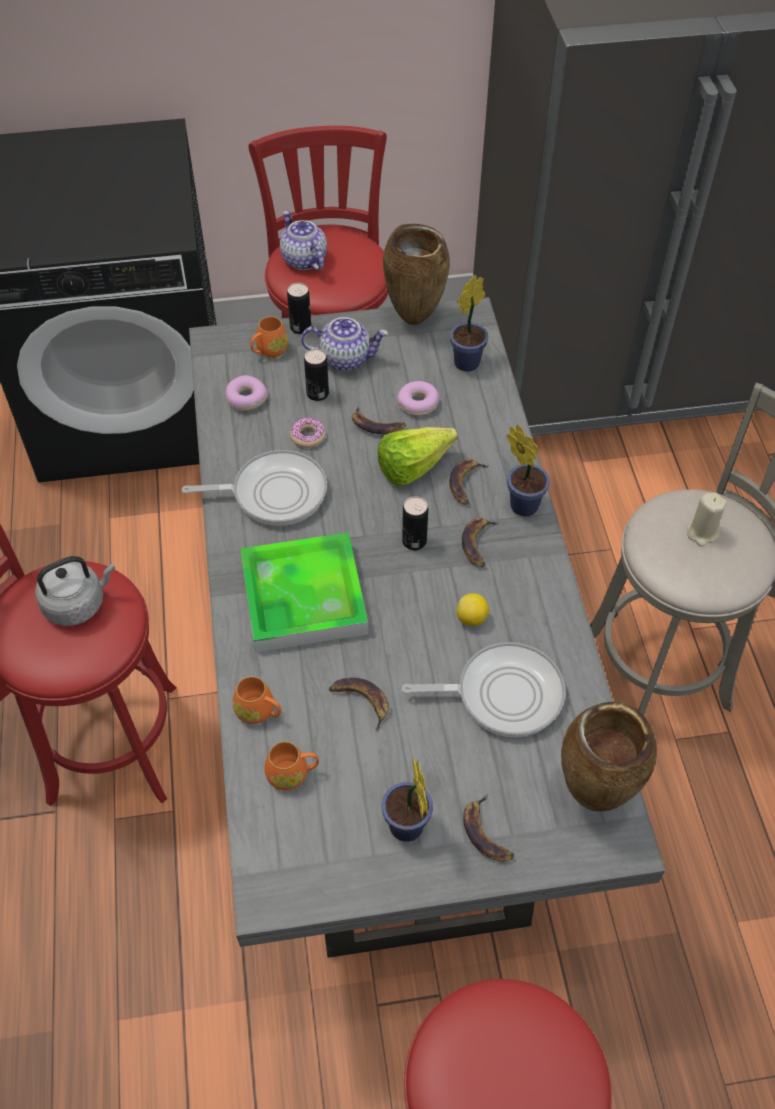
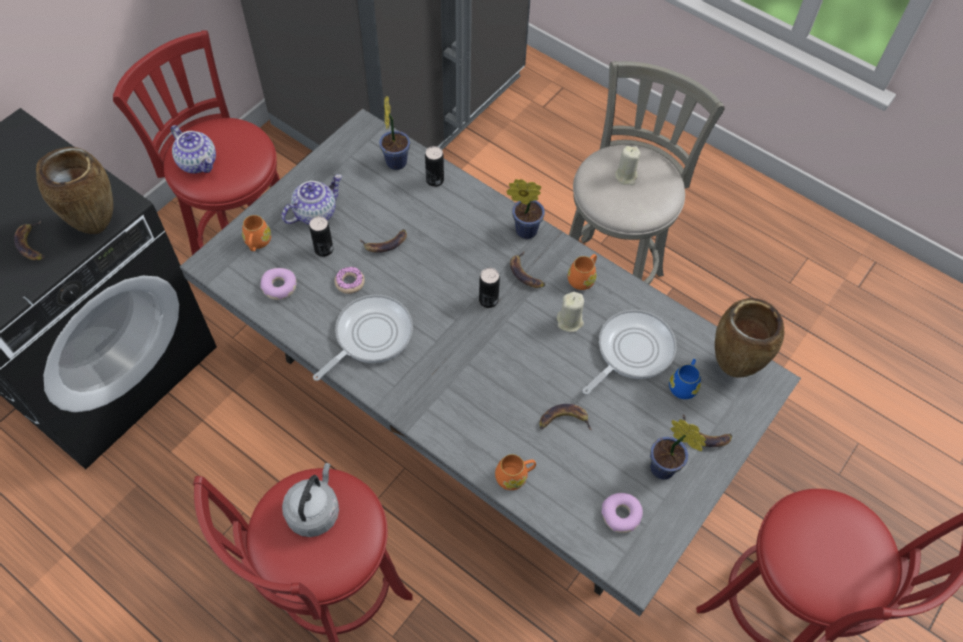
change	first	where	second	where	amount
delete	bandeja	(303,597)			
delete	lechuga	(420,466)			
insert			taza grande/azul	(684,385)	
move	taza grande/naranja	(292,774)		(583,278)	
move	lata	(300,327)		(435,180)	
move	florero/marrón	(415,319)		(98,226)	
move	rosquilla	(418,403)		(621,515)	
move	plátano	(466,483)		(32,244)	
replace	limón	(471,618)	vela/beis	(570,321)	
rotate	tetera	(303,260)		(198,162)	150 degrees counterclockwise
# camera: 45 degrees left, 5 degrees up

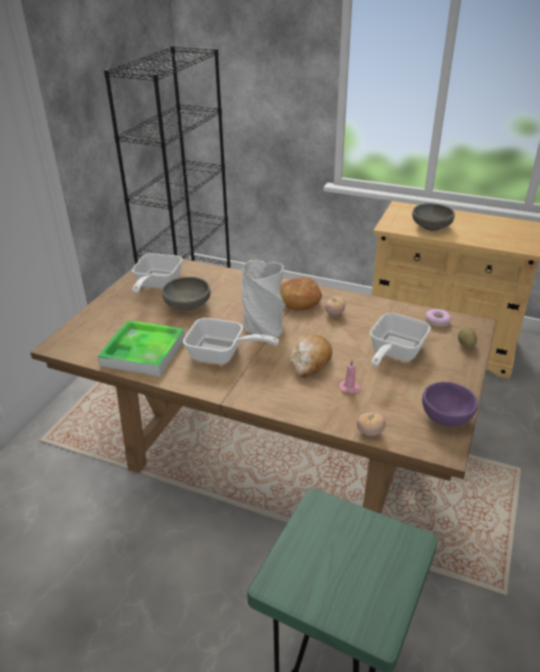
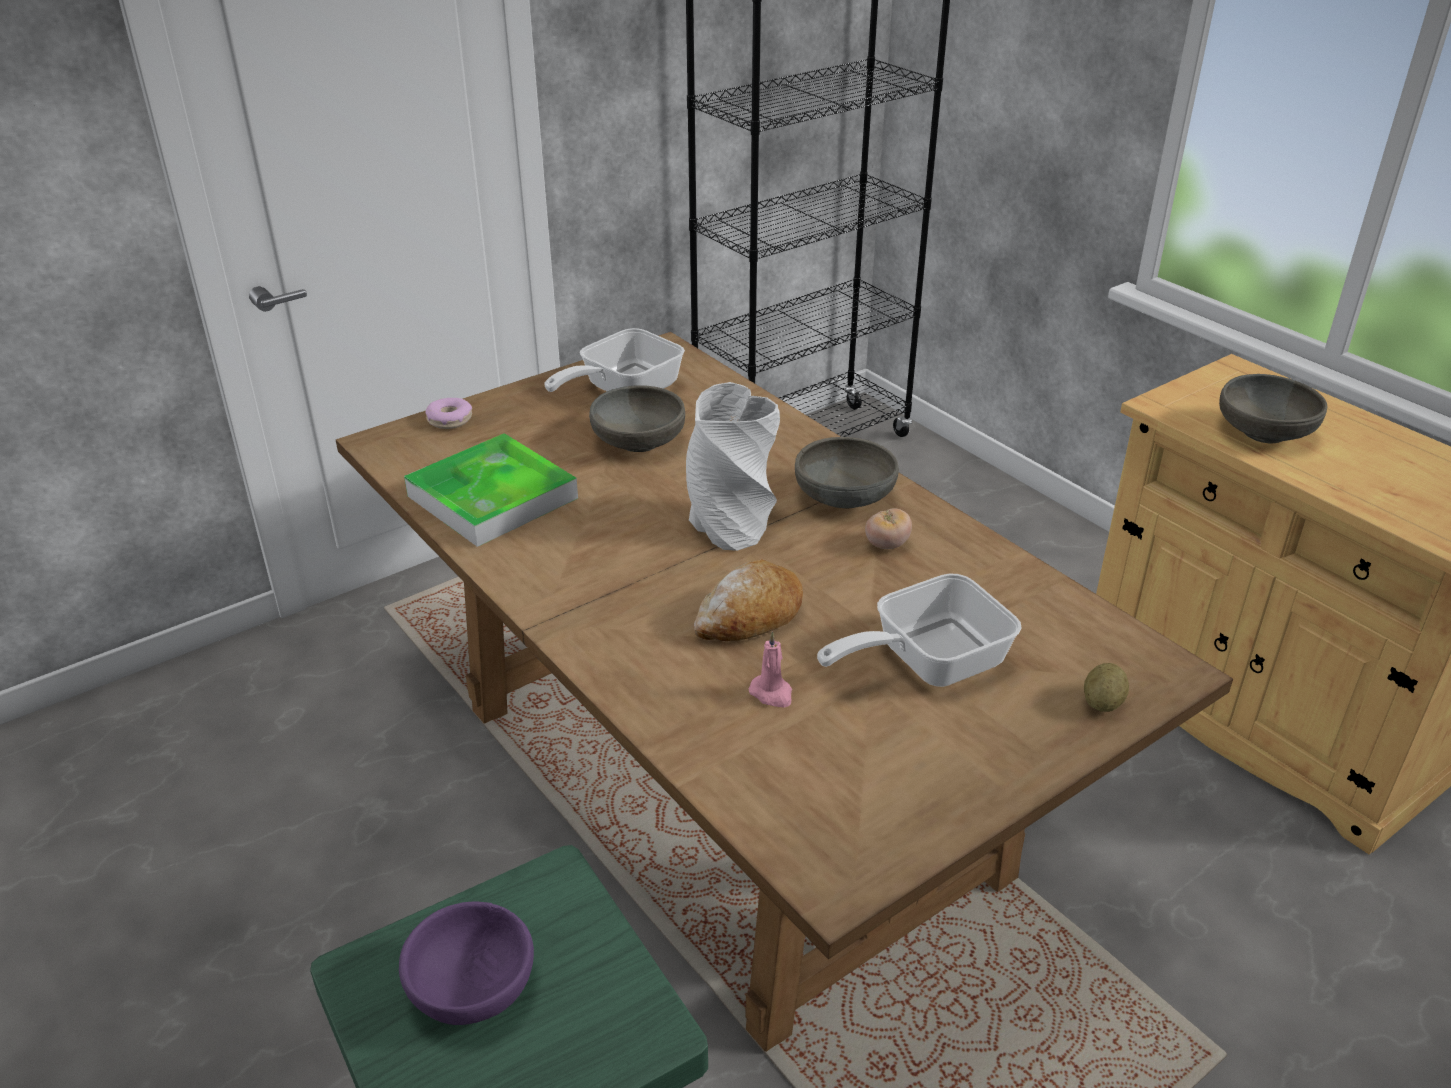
change	first	where	second	where	amount
delete	sartén	(222,355)			
delete	tomate	(369,432)			
move	cuenco/morado	(445,417)		(470,989)	
move	rosquilla	(437,321)		(450,420)	
replace	pan	(299,300)	cuenco/gris	(844,497)	
# camera: 30 degrees right, 0 degrees up

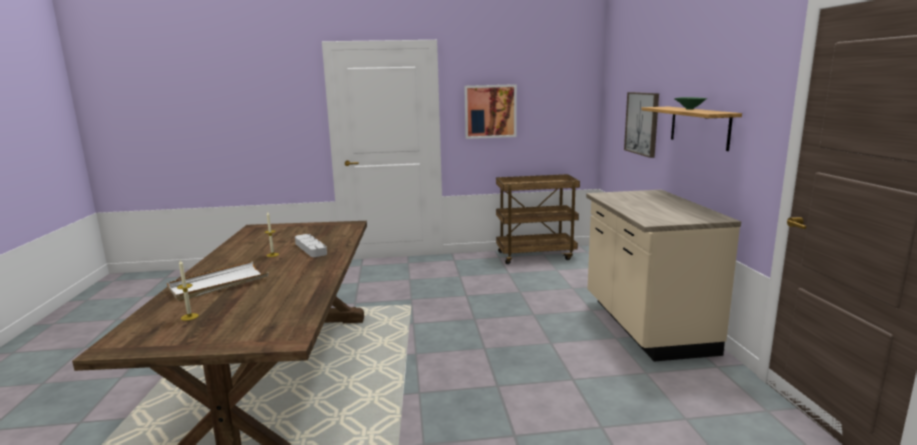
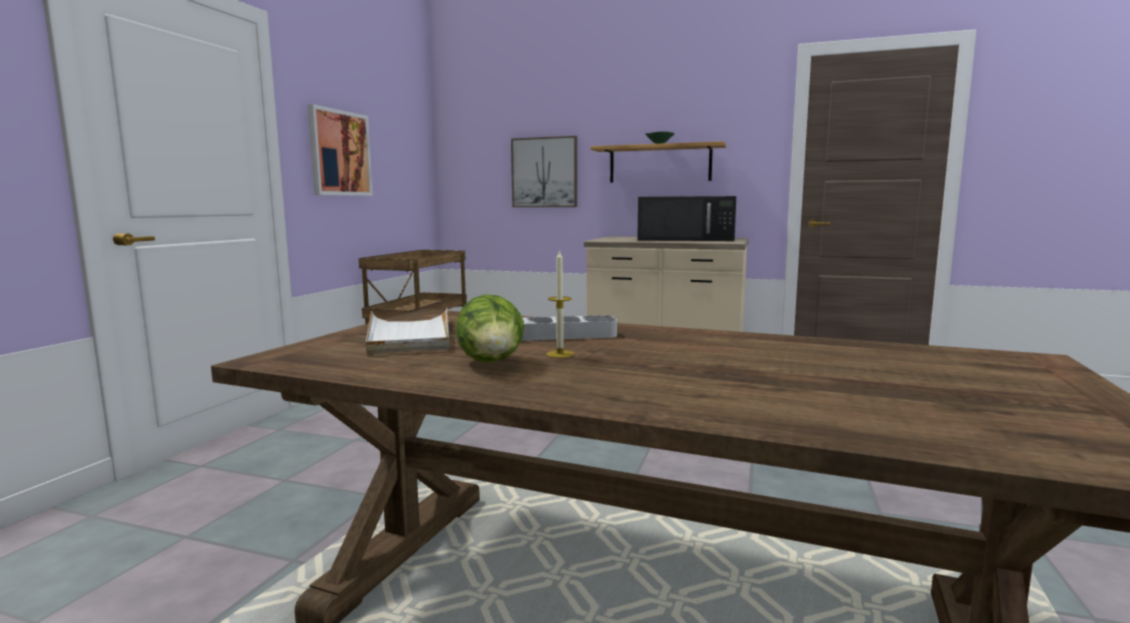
change	first	where	second	where	amount
delete	vela	(189,317)			
insert			lechuga	(492,364)	
insert			microondas/negro	(687,239)	
move	bandeja/blanco	(218,284)		(409,336)	
# camera: 65 degrees left, 5 degrees down

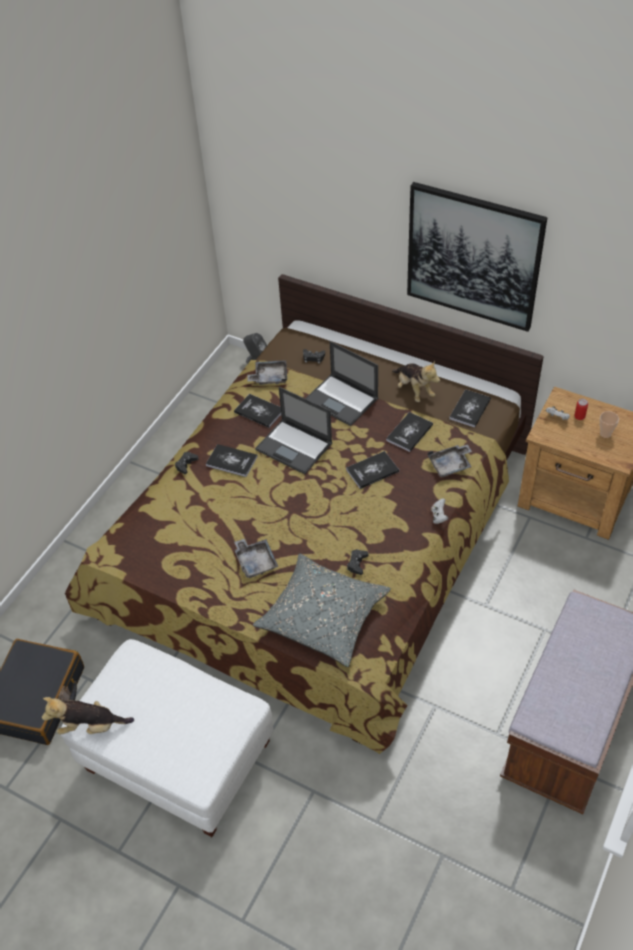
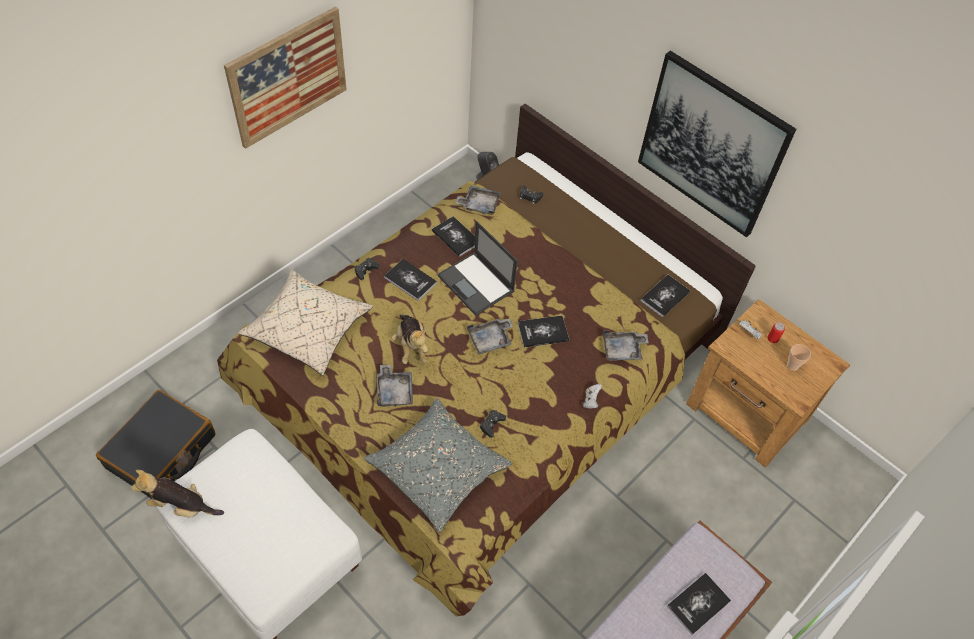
change	first	where	second	where	amount
delete	portátil	(342,400)			
insert			cuadro	(288,77)	
insert			cojín/beis	(308,329)	
insert			bandeja/gris	(490,340)	
move	libro	(409,432)		(698,604)	
move	peluche	(414,390)		(411,346)	
# camera: 10 degrees right, 5 degrees up

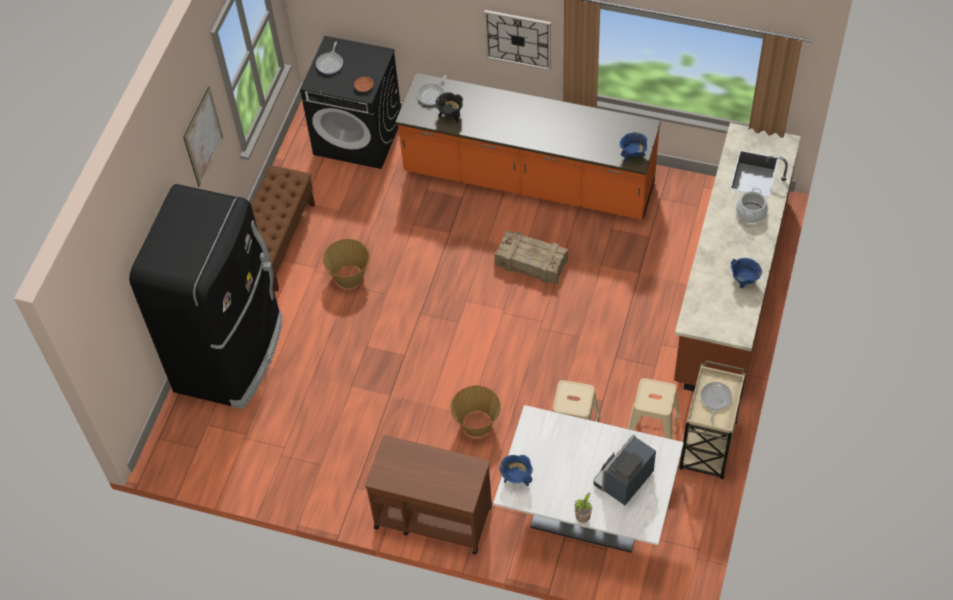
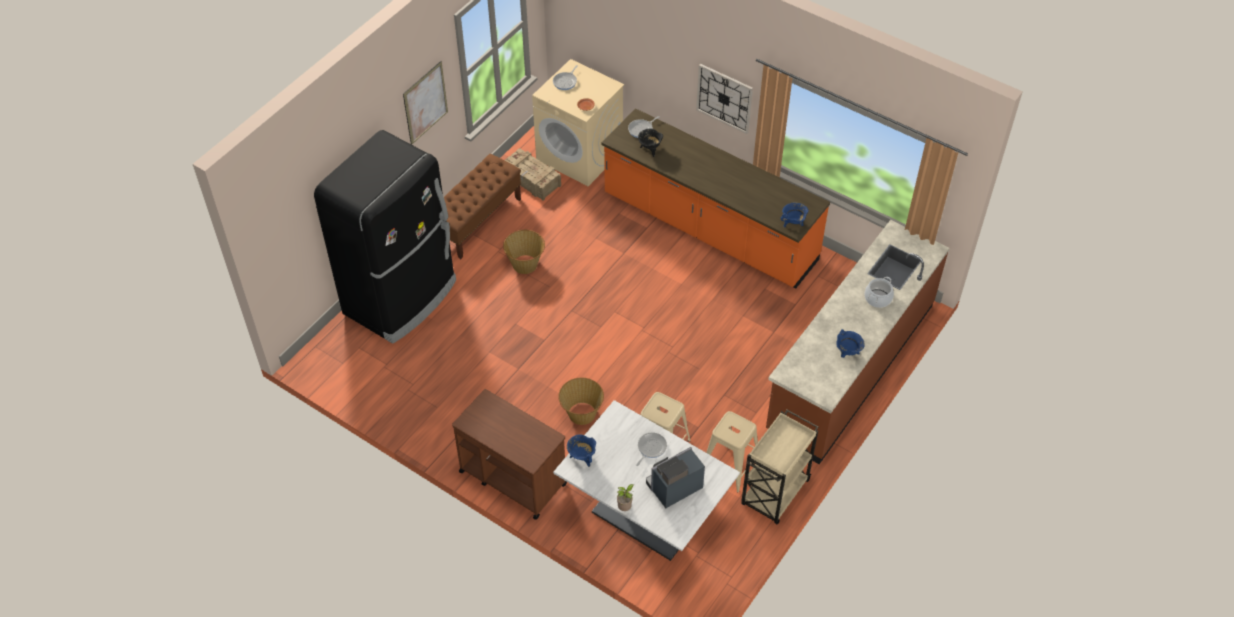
change	first	where	second	where	amount
move	caja de embalaje	(531,263)		(531,180)	
move	sartén	(715,399)		(650,448)	
recolor	lavadora/negro	(358,136)	lavadora/beis	(580,155)	
# camera: 15 degrees right, 5 degrees down

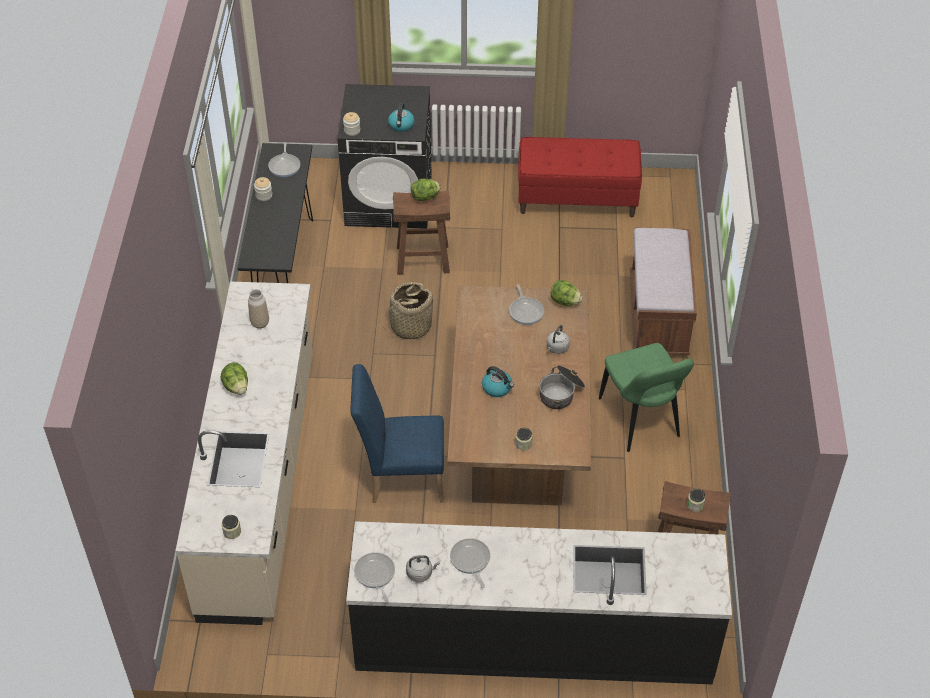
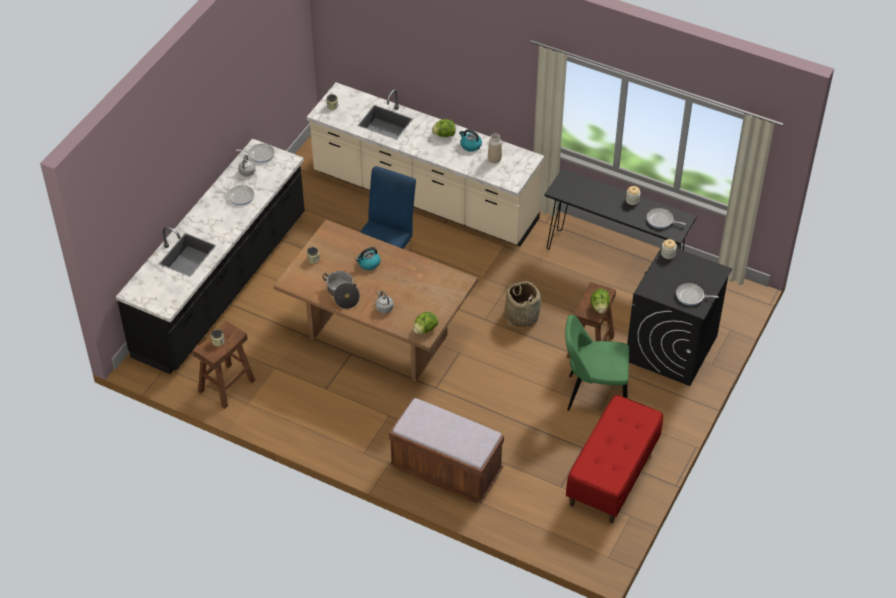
change	first	where	second	where	amount
move	hervidor	(401,125)		(470,145)	
move	sartén	(526,311)		(691,296)	
move	silla/verde	(641,421)		(593,395)	
# camera: 115 degrees right, 0 degrees up

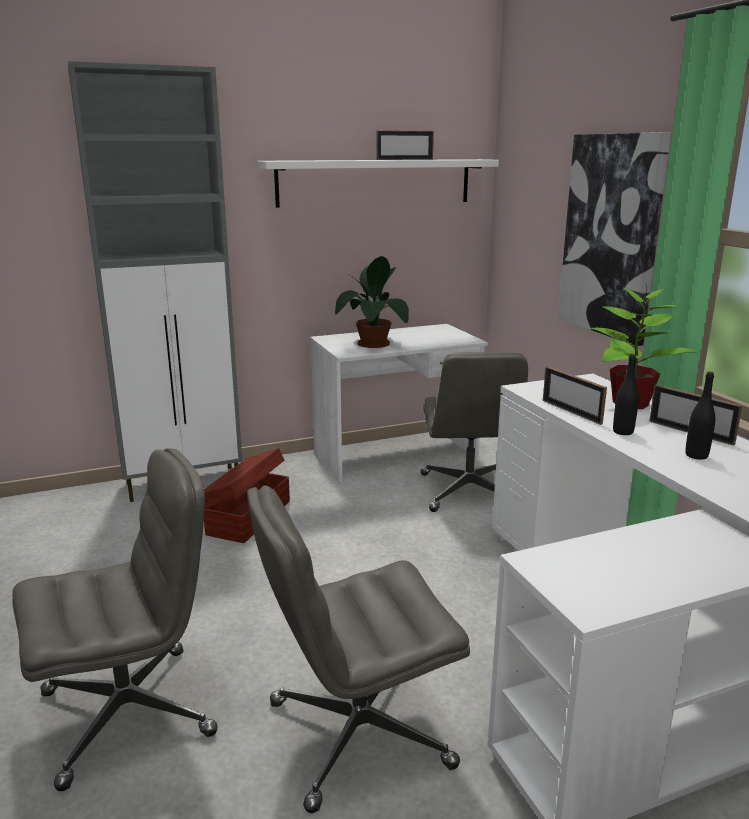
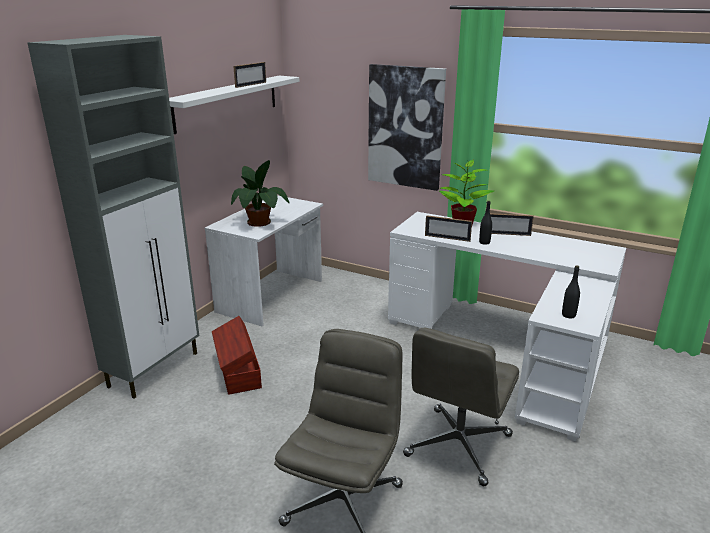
change	first	where	second	where	amount
delete	silla de oficina/gris	(469,492)			
move	botella/negro	(696,455)		(568,315)	
# camera: 40 degrees left, 5 degrees up

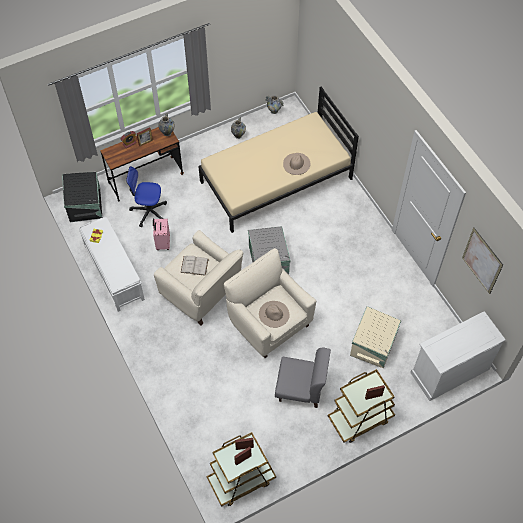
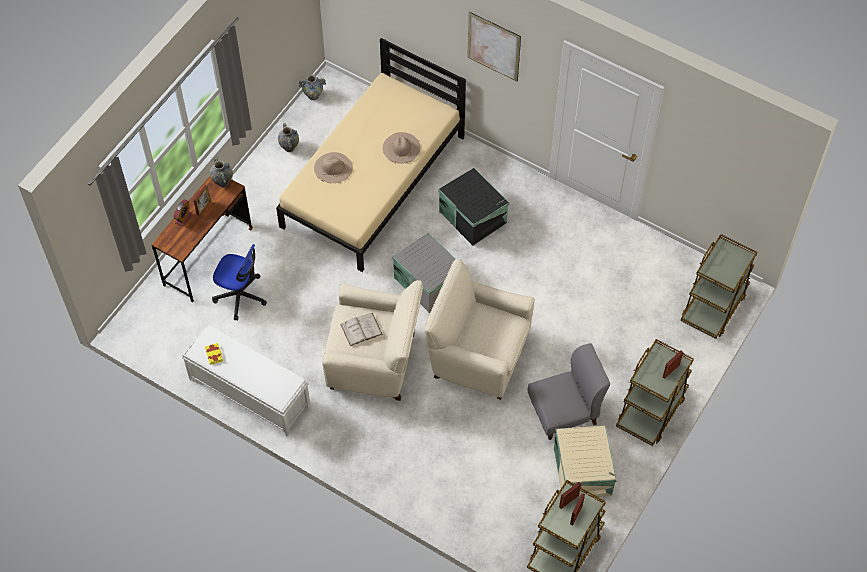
change	first	where	second	where	amount
delete	maleta/rosa	(162,243)			
move	caja de almacenaje/negro	(85,204)		(473,216)	
move	sombrero/beis	(274,314)		(333,167)	
move	caja de almacenaje/beis	(374,344)		(583,471)	
move	cuadro	(482,261)		(493,46)	
replace	cómoda/blanco	(449,370)	carrito/marrón	(713,307)	
rotate	silla de oficina	(149,211)		(240,295)	135 degrees counterclockwise
# camera: 30 degrees left, 0 degrees up

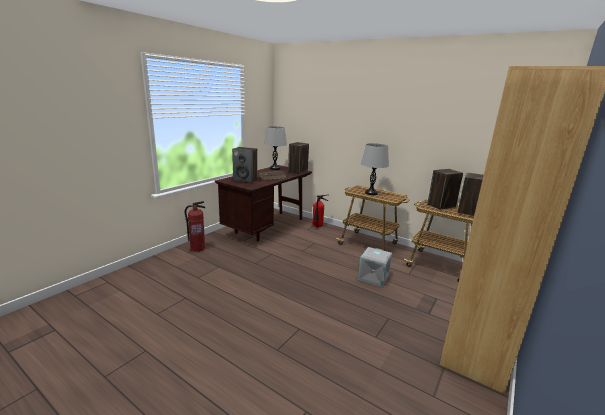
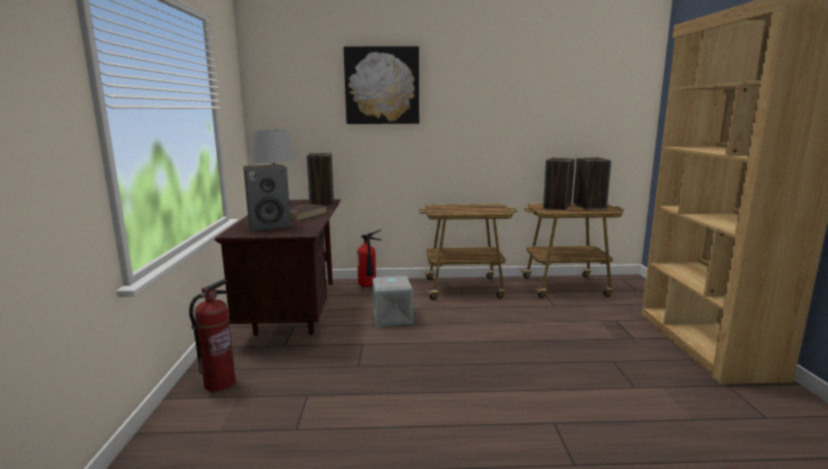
change	first	where	second	where	amount
delete	lámpara de mesa/gris	(371,193)			
insert			cuadro	(382,86)	
move	caja de almacenaje/gris	(374,277)		(393,317)	
# camera: 35 degrees left, 5 degrees down

